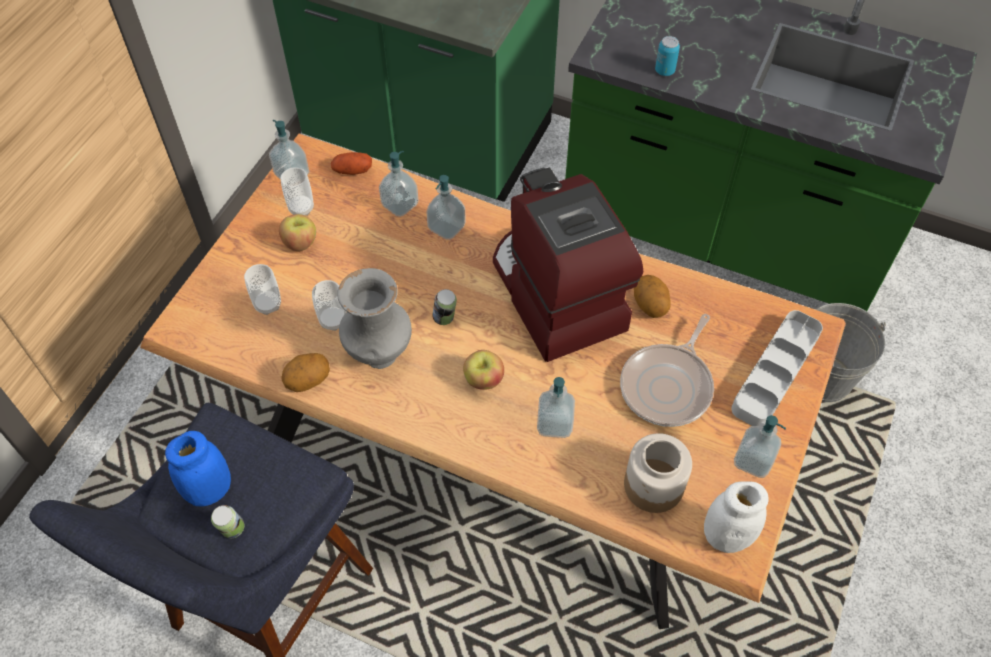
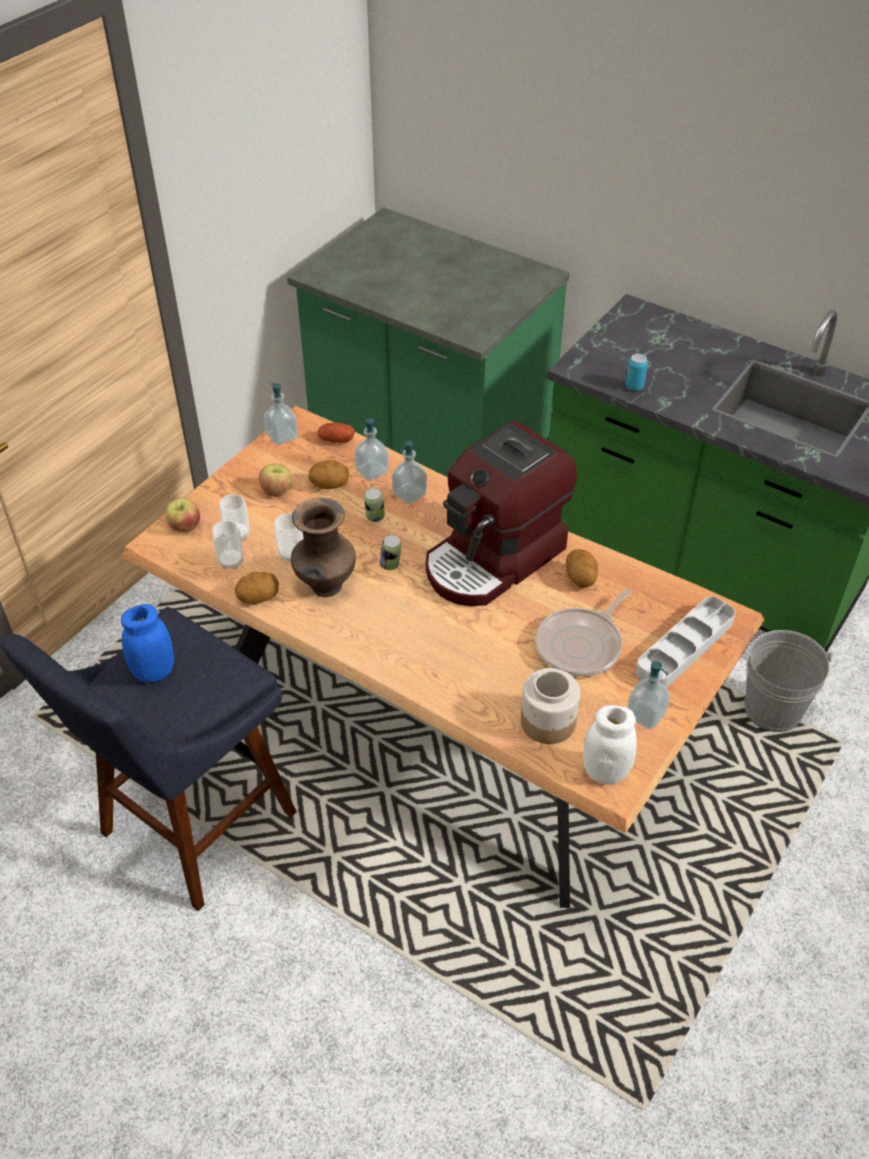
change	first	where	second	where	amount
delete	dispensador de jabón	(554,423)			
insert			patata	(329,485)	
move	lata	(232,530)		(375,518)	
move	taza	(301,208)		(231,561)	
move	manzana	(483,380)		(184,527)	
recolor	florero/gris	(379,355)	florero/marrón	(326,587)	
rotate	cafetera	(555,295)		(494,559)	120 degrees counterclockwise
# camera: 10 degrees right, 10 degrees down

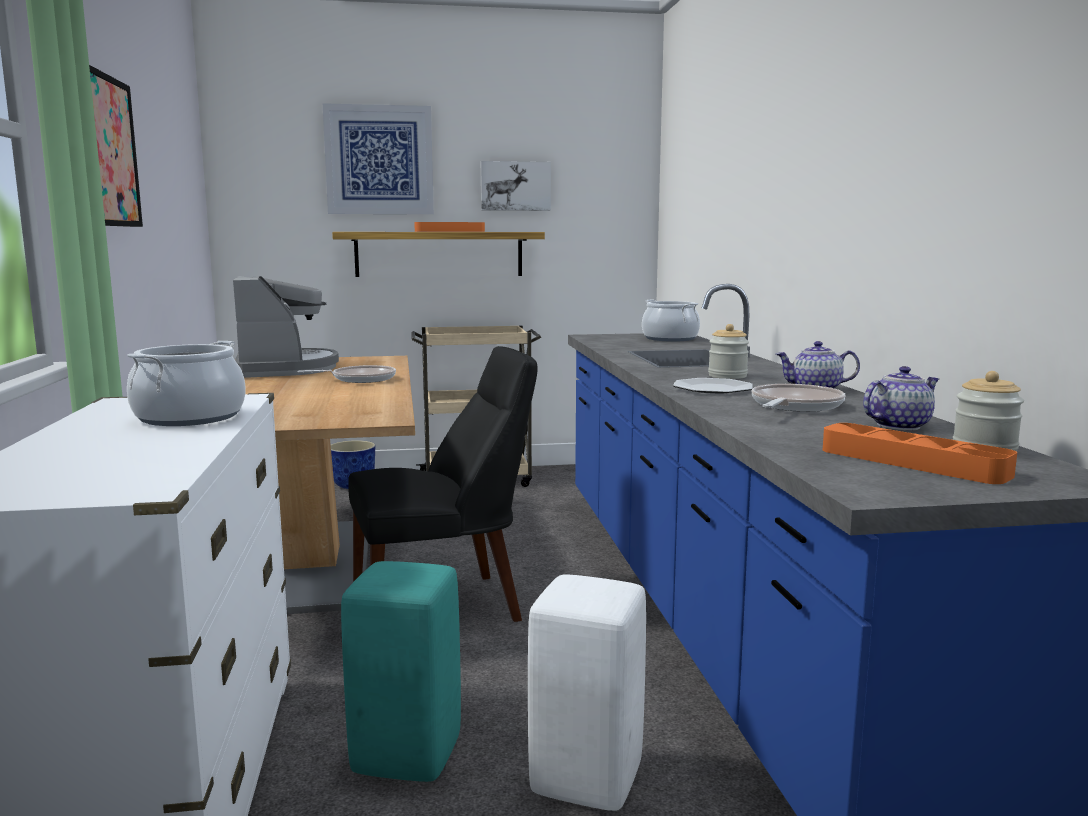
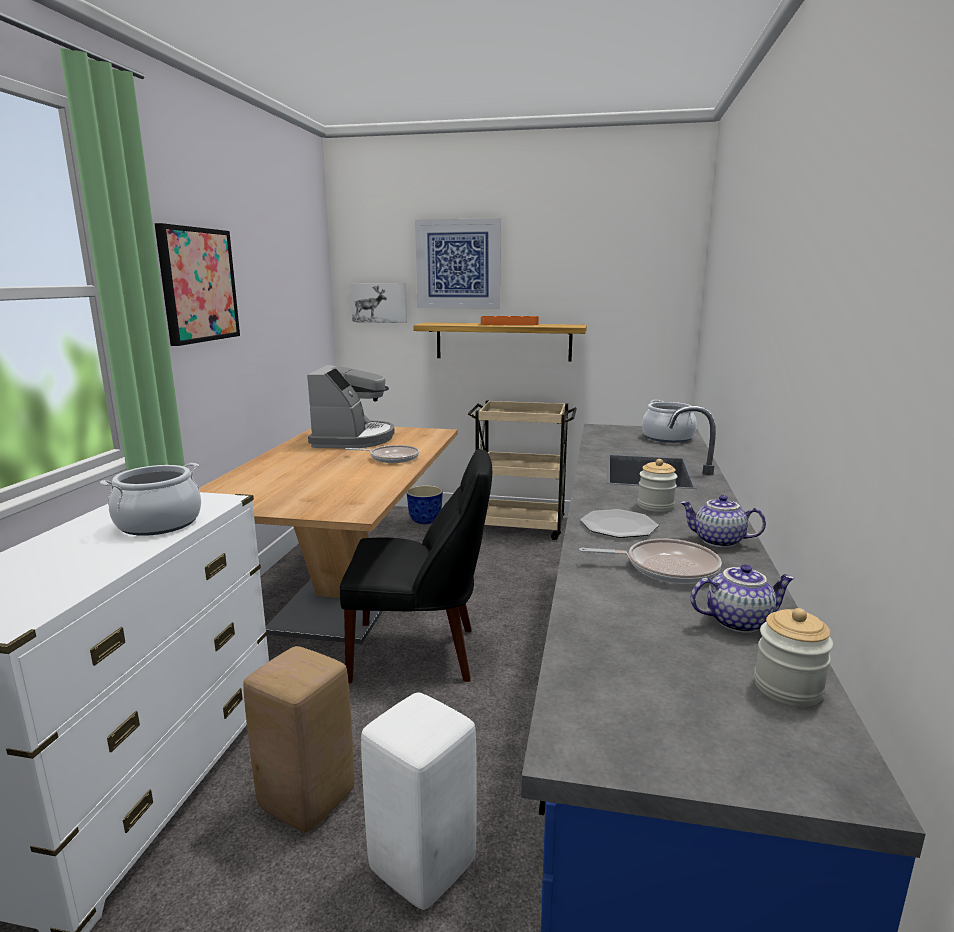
change	first	where	second	where	amount
delete	bandeja/naranja	(912,462)			
move	cuadro	(515,186)		(379,302)	
recolor	taburete/turquesa	(405,757)	taburete/beis	(305,800)	
rotate	sartén	(794,406)		(665,567)	45 degrees clockwise
# camera: 20 degrees right, 5 degrees up

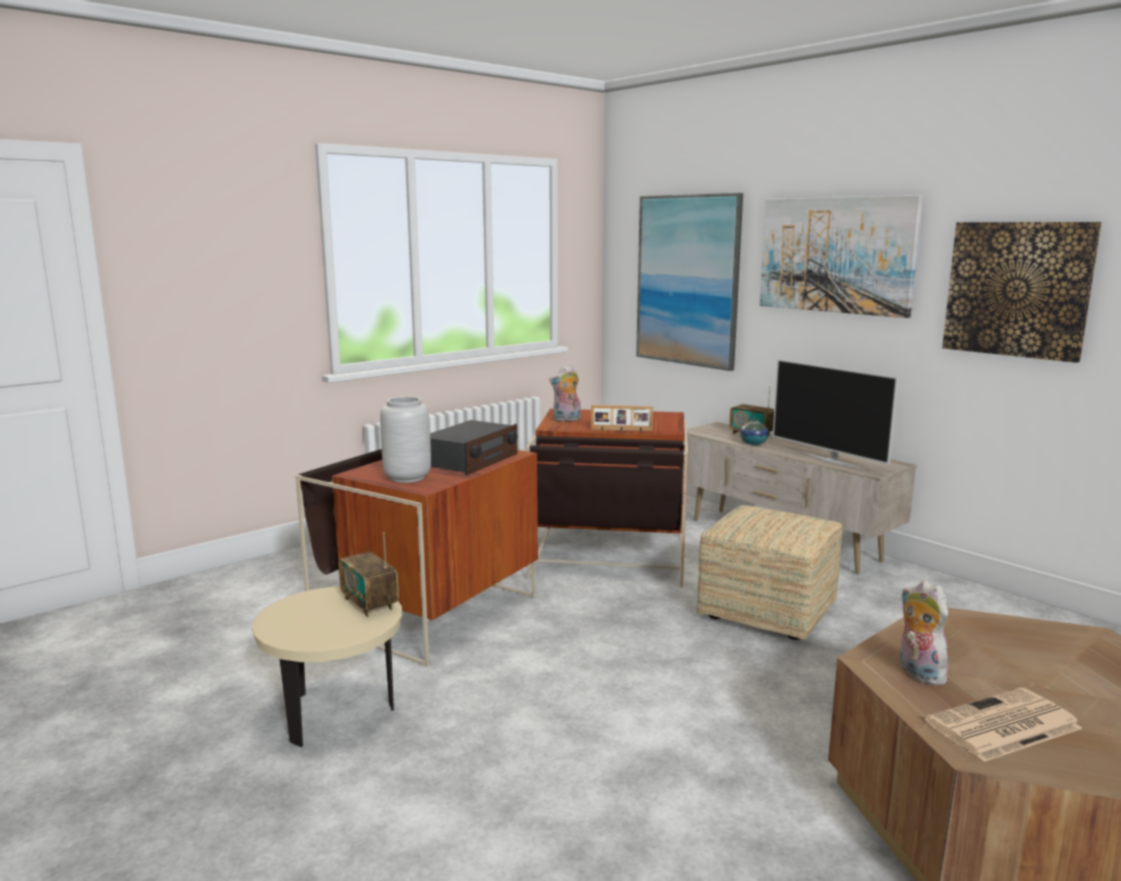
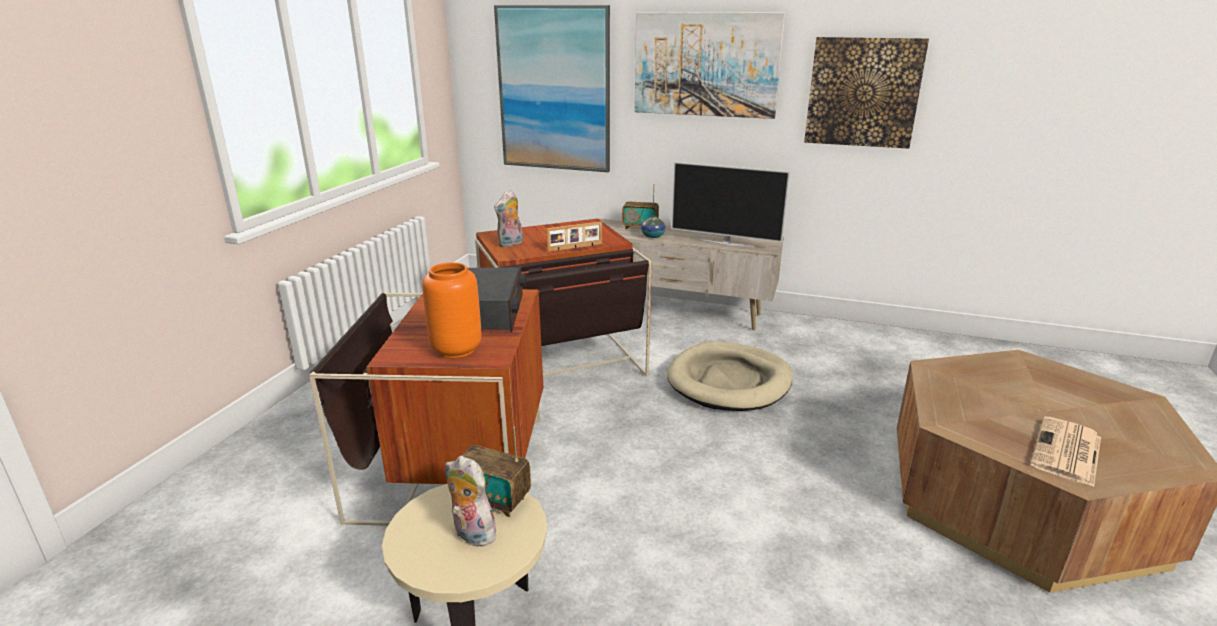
change	first	where	second	where	amount
move	peluche	(917,673)		(471,534)	
replace	puf	(769,612)	cama para perro/beis	(729,381)	
recolor	florero/gris	(408,477)	florero/naranja	(457,349)	
# camera: 30 degrees left, 10 degrees up

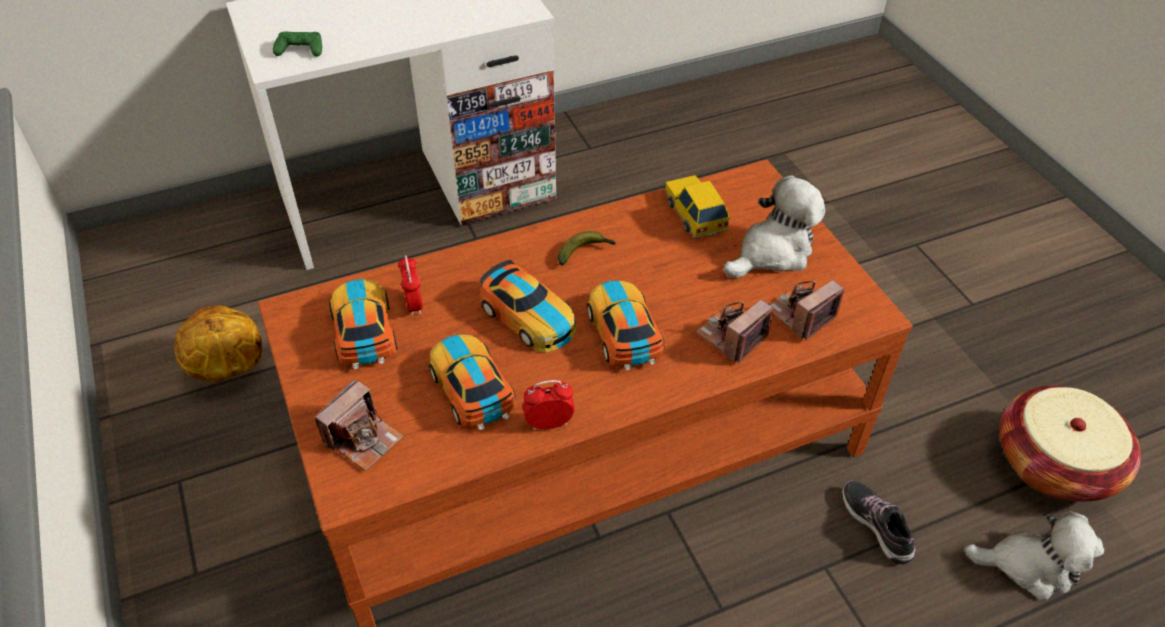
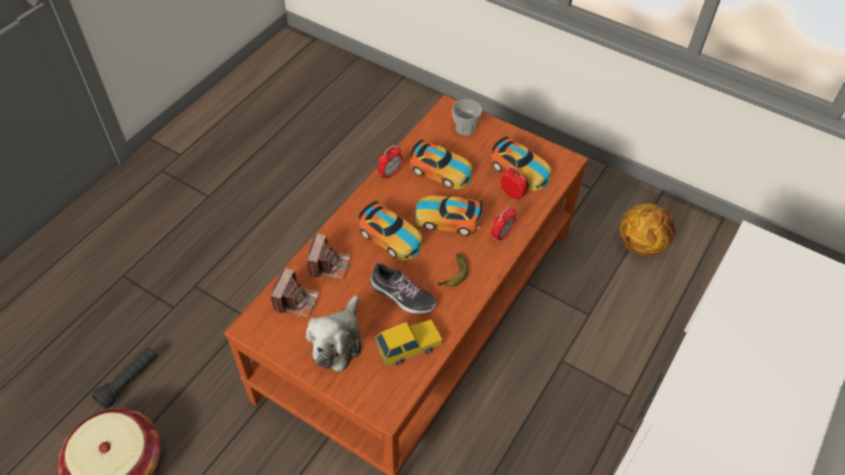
change	first	where	second	where	amount
delete	mando de consola/verde	(300,50)			
insert			despertador	(502,235)	
move	zapato	(876,525)		(402,295)	
replace	cámara	(363,439)	taza	(465,128)	
replace	peluche	(1030,566)	linterna/negro	(129,381)	
rotate	coche de juguete	(694,213)		(409,346)	60 degrees counterclockwise
# camera: 145 degrees right, 5 degrees up

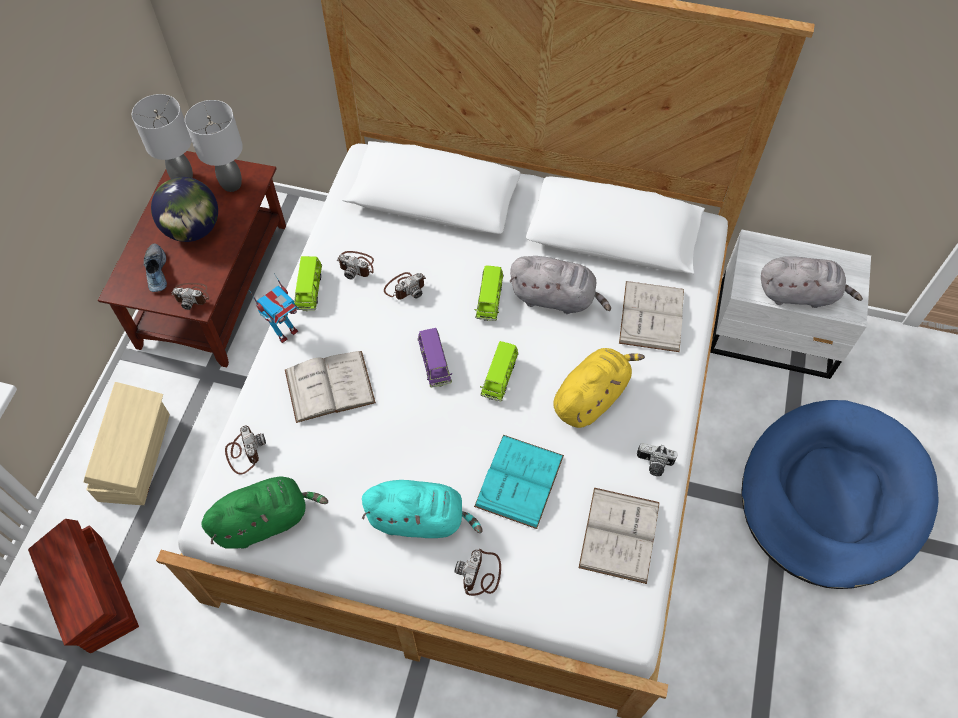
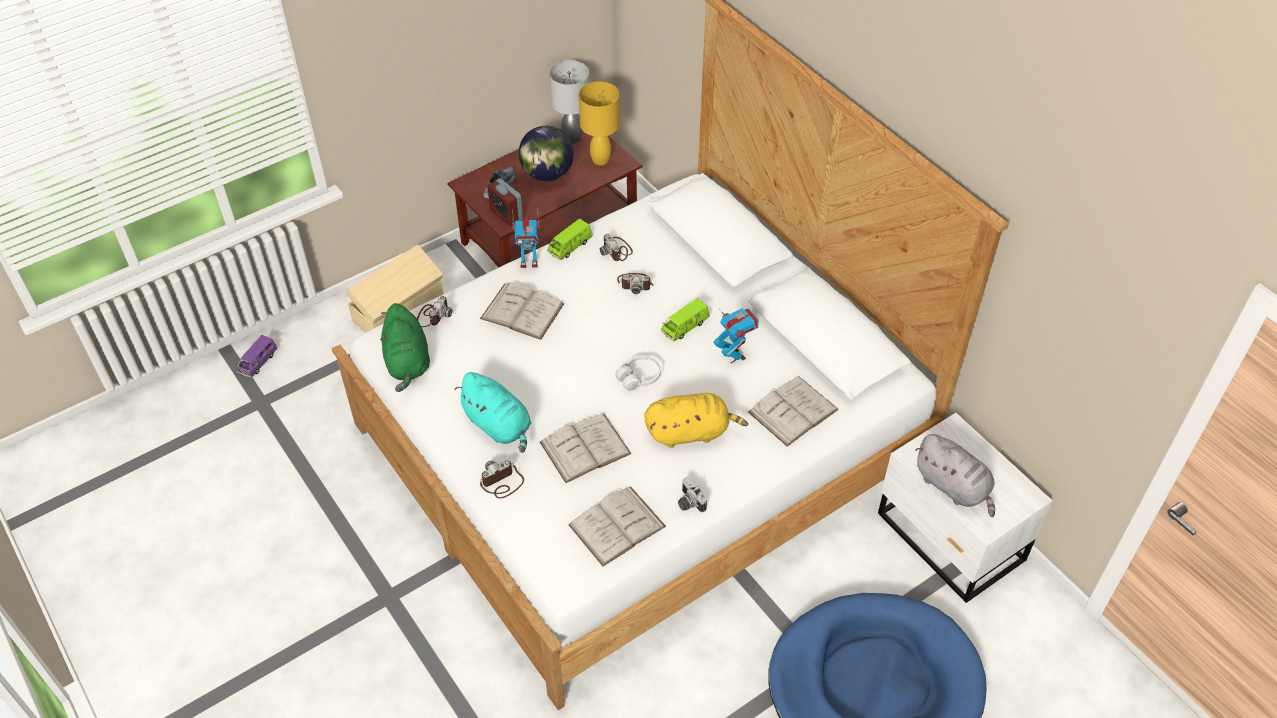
change	first	where	second	where	amount
delete	caja de almacenaje/marrón	(94,595)			
move	coche de juguete/morado	(434,363)		(258,362)	
replace	cámara	(192,295)	despertador	(506,215)	
replace	coche de juguete/verde	(499,377)	auriculares/blanco	(639,377)	
replace	peluche/gris	(556,298)	robot de juguete	(734,355)	
recolor	lámpara de mesa/gris	(231,184)	lámpara de mesa/amarillo	(601,159)	
recolor	libro/turquesa	(519,480)	libro/blanco	(585,448)	
rotate	peluche/verde	(265,520)		(407,362)	60 degrees clockwise
# camera: 40 degrees right, 10 degrees down

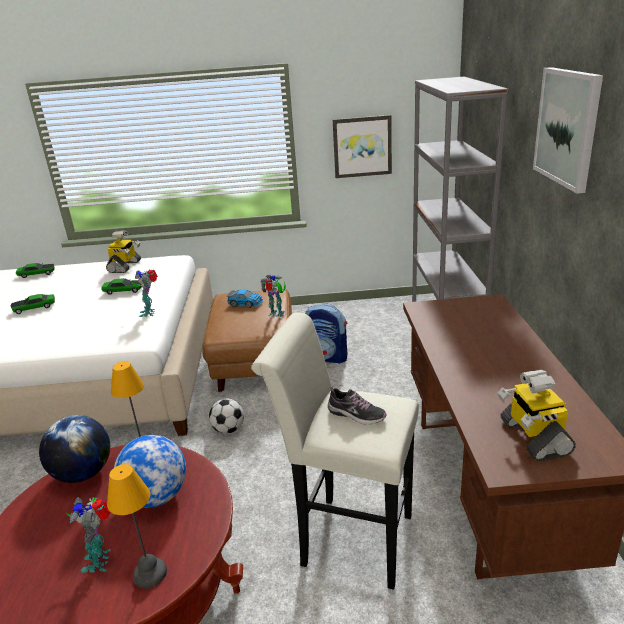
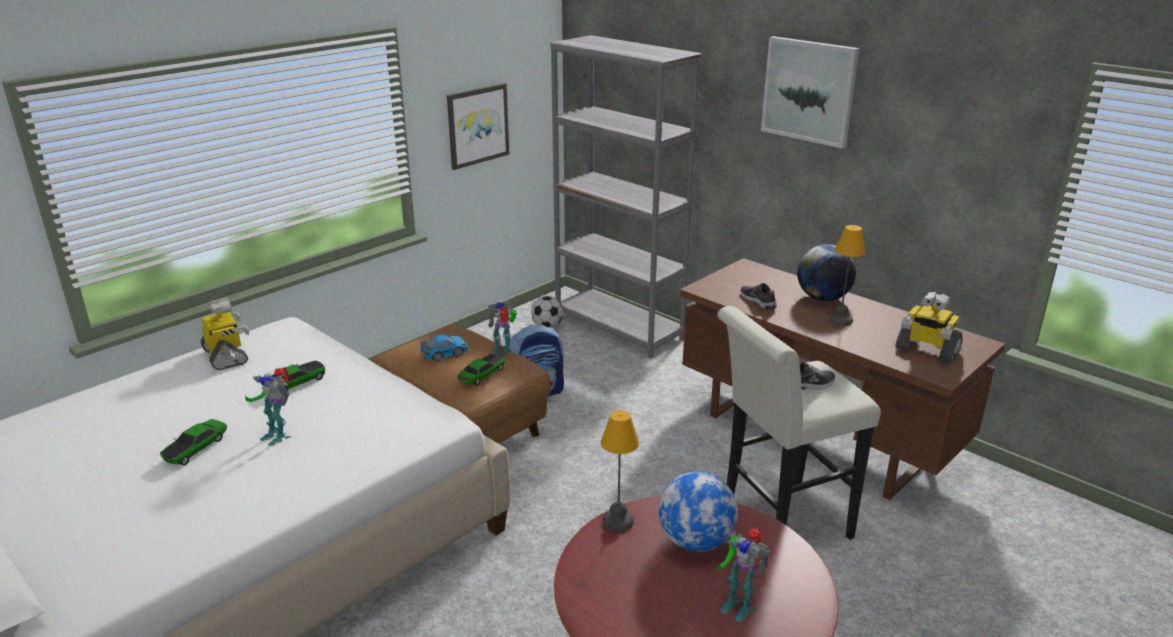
change	first	where	second	where	amount
insert			zapato	(758,301)	
move	coche de juguete	(37,274)		(481,375)	
move	globo terráqueo	(83,473)		(823,298)	
move	lámpara de mesa	(150,574)		(841,320)	
move	robot de juguete	(149,312)		(277,435)	
move	balón de fútbol	(229,429)		(547,326)	
# camera: 45 degrees left, 0 degrees up

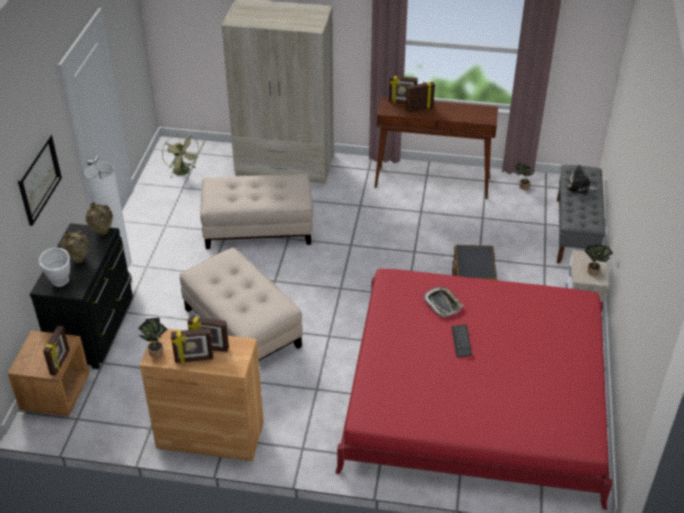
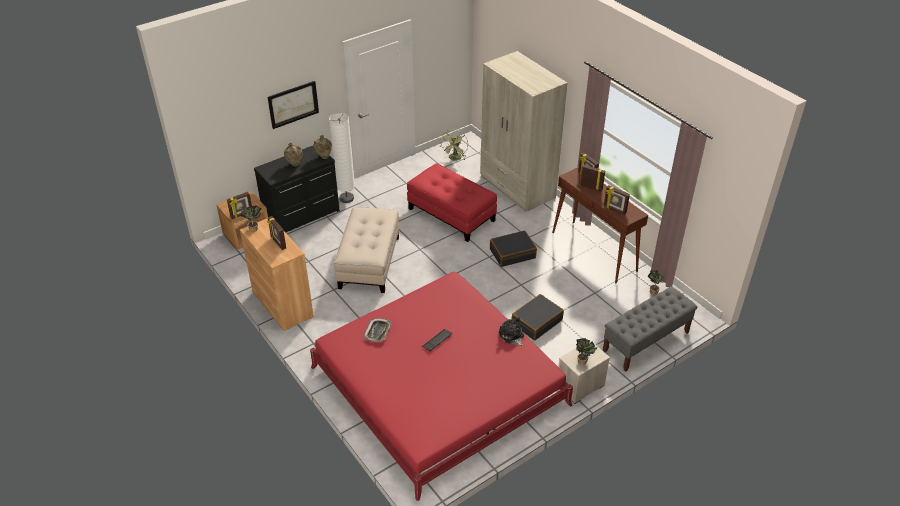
change	first	where	second	where	amount
delete	florero/blanco	(61,283)			
insert			maleta/negro	(512,253)	
move	portarretratos	(194,359)		(614,209)	
move	bandeja	(443,304)		(378,332)	
move	peluche	(580,187)		(511,336)	
recolor	puf/beis	(258,227)	puf/rojo	(452,214)	
# camera: 45 degrees right, 0 degrees up

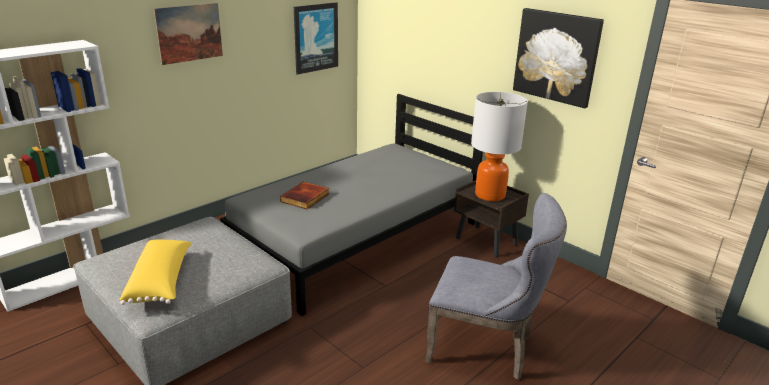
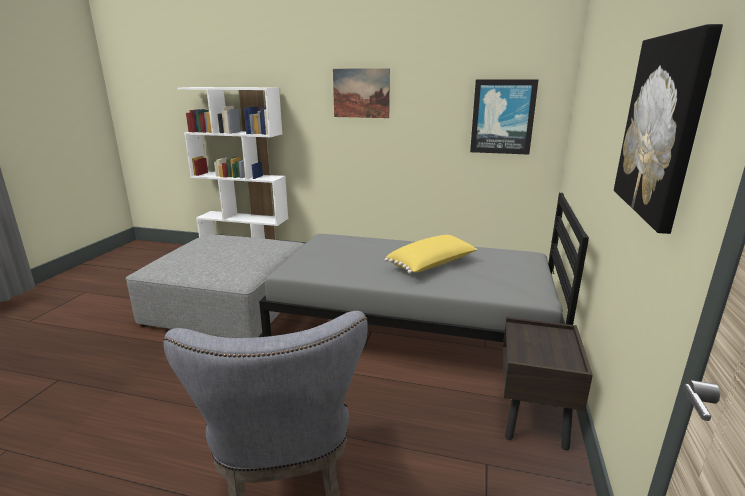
change	first	where	second	where	amount
delete	libro	(305,198)			
delete	lámpara de mesa	(490,195)			
move	cojín/amarillo	(161,281)		(432,265)	
# camera: 60 degrees right, 5 degrees down

